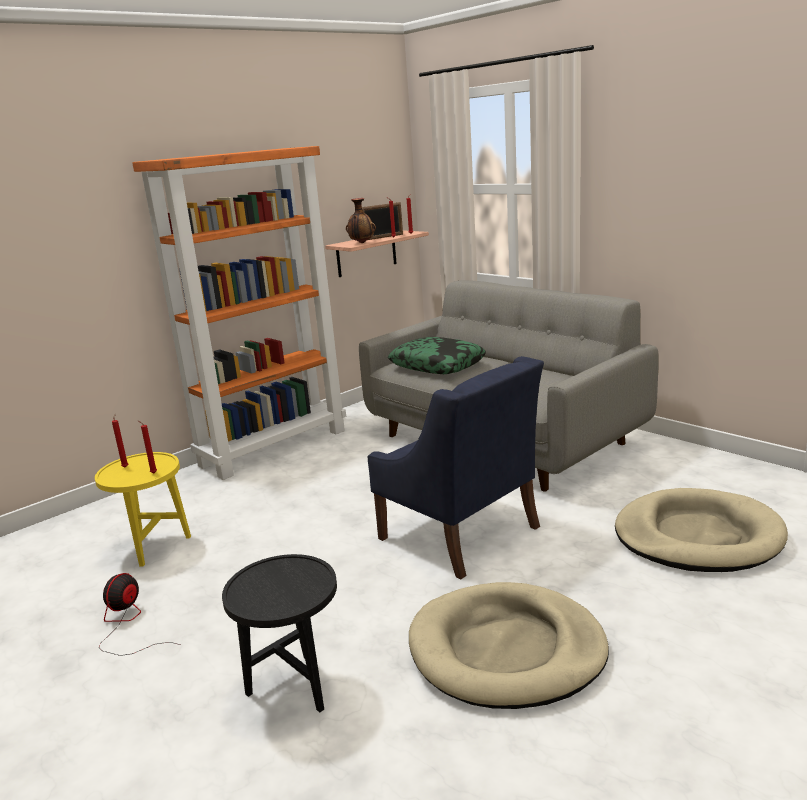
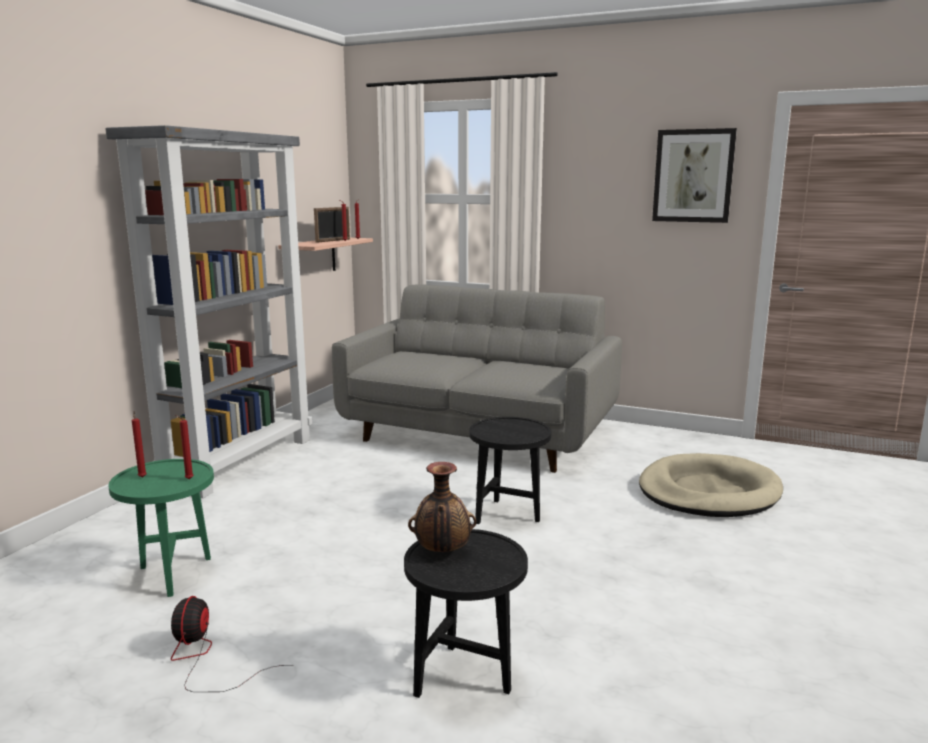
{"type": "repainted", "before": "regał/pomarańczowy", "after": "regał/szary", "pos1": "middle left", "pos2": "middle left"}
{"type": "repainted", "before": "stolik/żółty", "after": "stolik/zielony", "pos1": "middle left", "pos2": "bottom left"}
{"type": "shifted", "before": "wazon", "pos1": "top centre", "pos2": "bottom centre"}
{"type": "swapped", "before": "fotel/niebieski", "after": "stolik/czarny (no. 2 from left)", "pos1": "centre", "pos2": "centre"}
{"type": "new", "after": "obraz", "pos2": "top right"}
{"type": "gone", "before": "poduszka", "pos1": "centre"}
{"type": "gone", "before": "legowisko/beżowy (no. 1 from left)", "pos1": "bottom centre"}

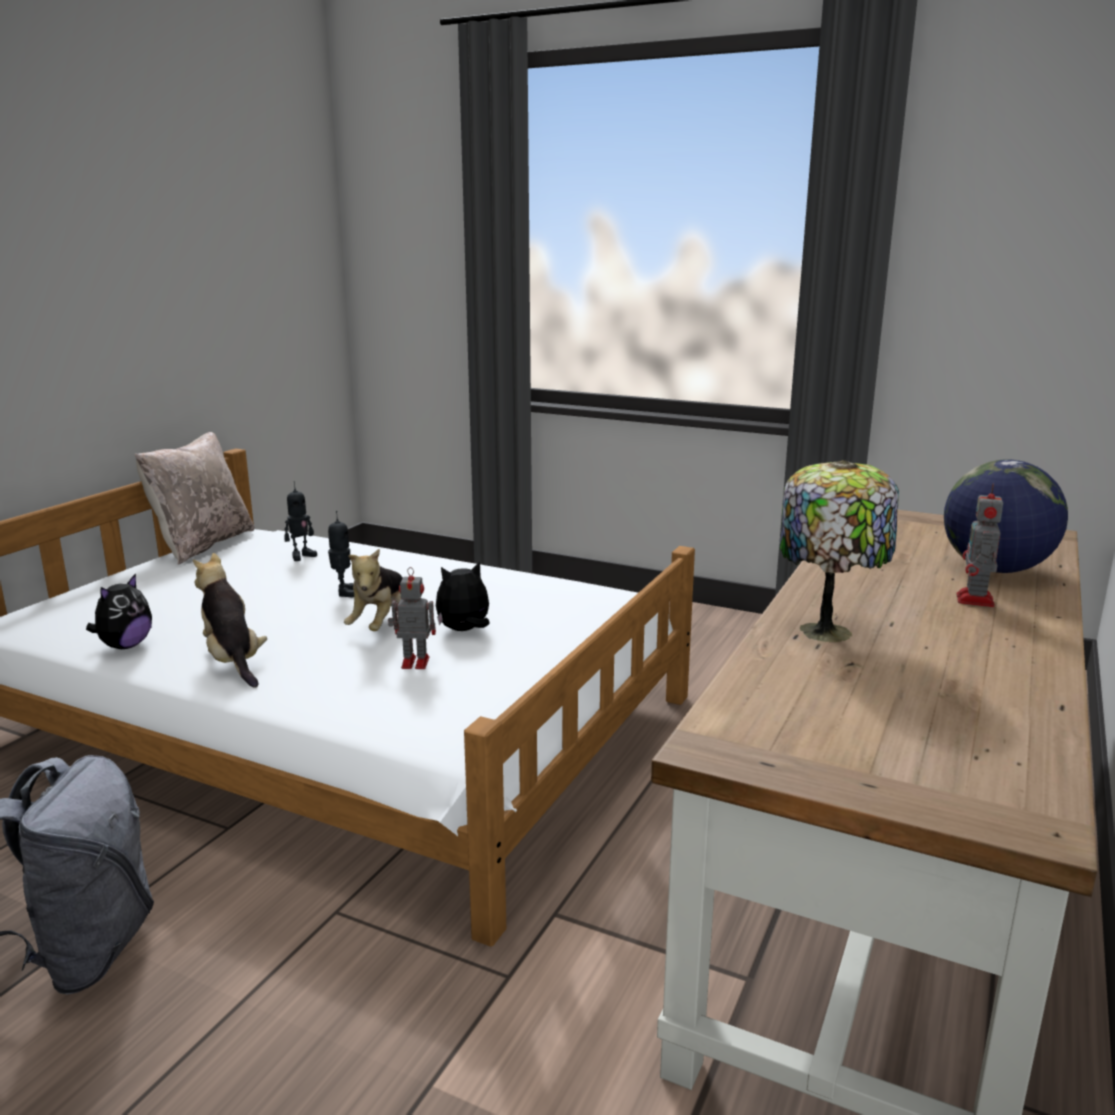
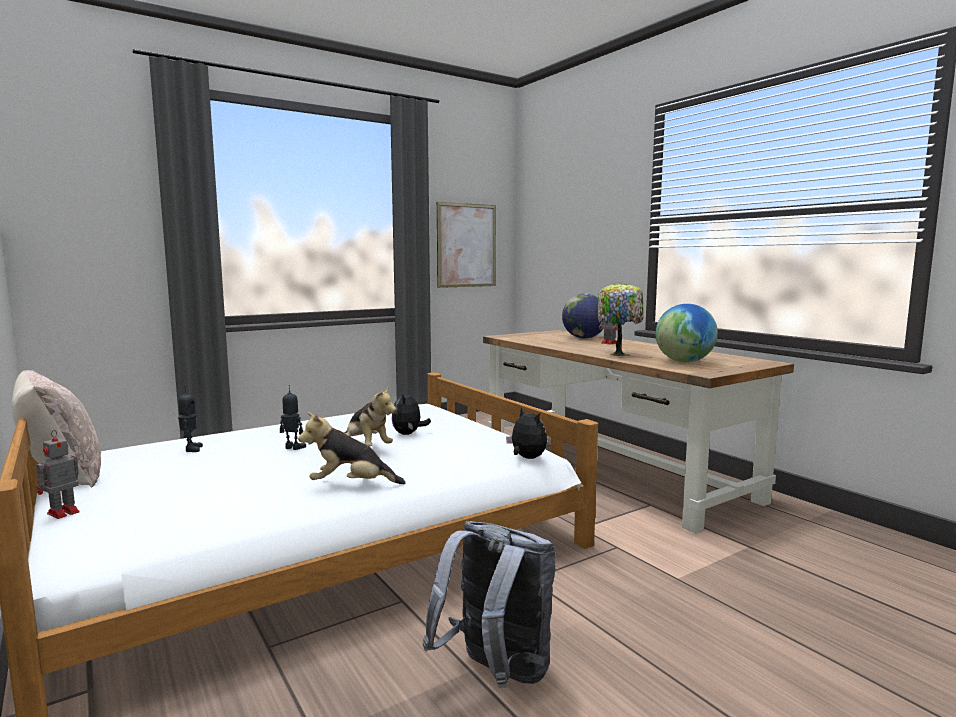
{"type": "shifted", "before": "robot zabawkowy (no. 3 from left in the first image)", "after": "robot zabawkowy (no. 1 from left)", "pos1": "centre", "pos2": "middle left"}
{"type": "new", "after": "obraz", "pos2": "centre"}
{"type": "shifted", "before": "pluszak (no. 1 from left in the first image)", "after": "pluszak (no. 4 from left)", "pos1": "middle left", "pos2": "centre"}
{"type": "new", "after": "globus (no. 2 from left)", "pos2": "middle right"}

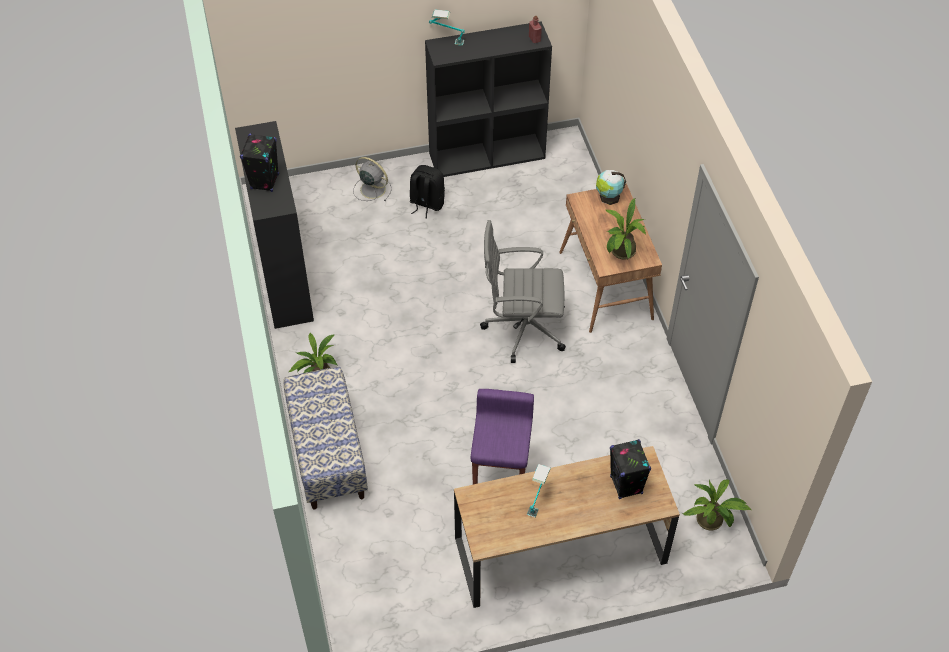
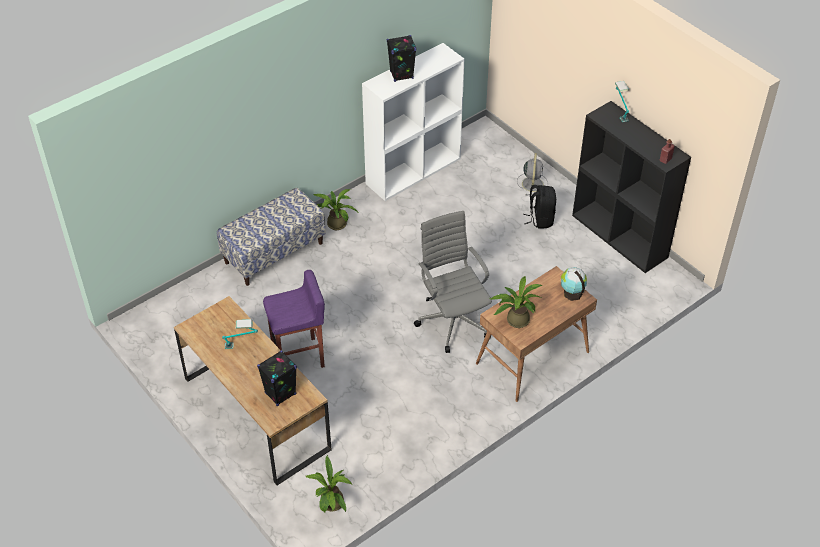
{"type": "repainted", "before": "regał/czarny (no. 1 from left)", "after": "regał/biały", "pos1": "middle left", "pos2": "top centre"}

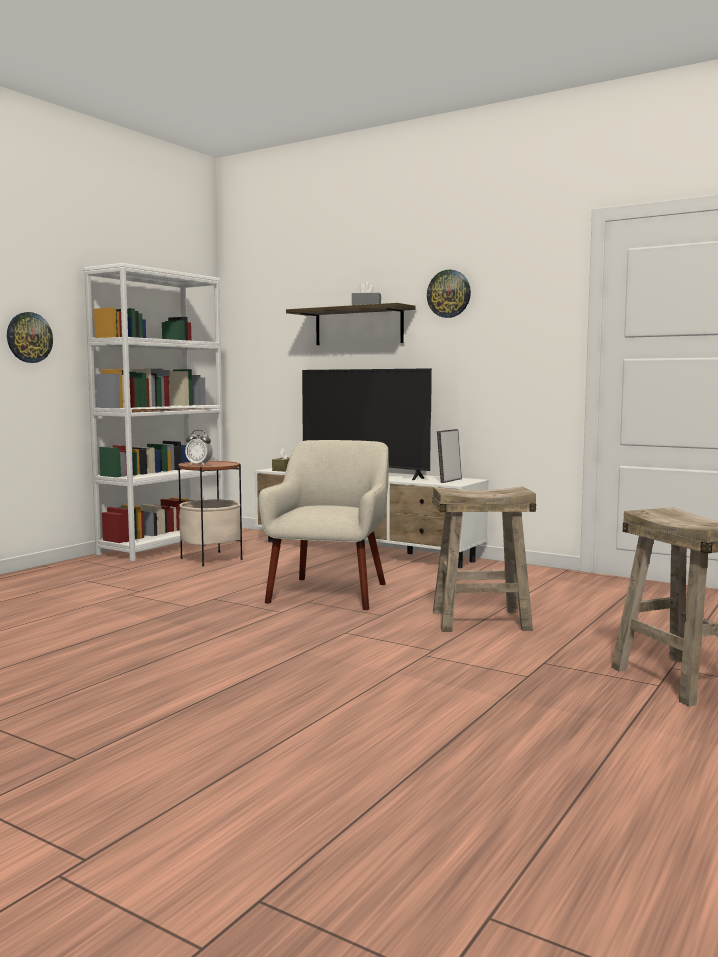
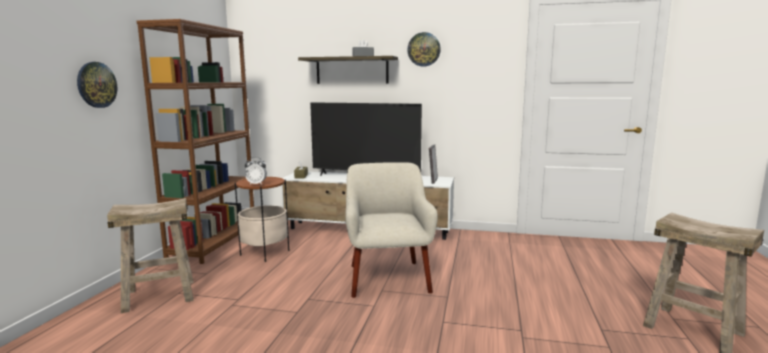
{"type": "shifted", "before": "stołek/beżowy (no. 1 from left)", "pos1": "middle right", "pos2": "bottom left"}
{"type": "repainted", "before": "regał/biały", "after": "regał/brązowy", "pos1": "middle left", "pos2": "middle left"}

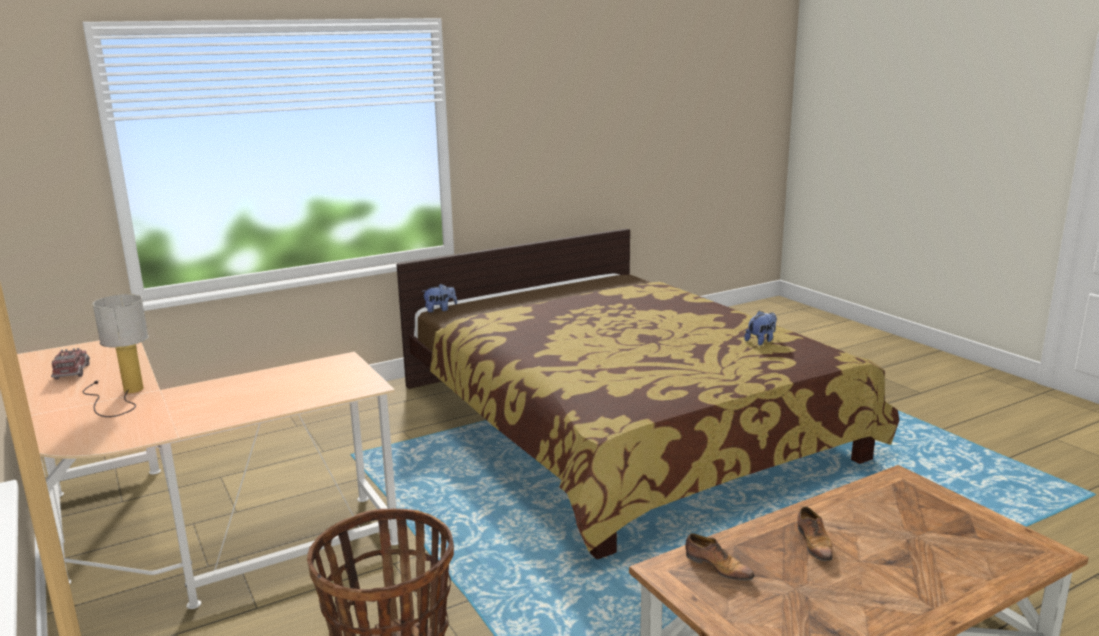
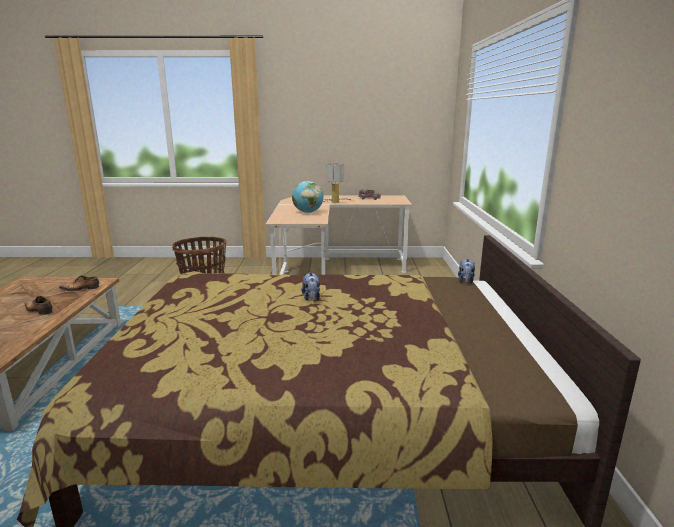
{"type": "new", "after": "globus", "pos2": "centre"}
{"type": "shifted", "before": "pluszak (no. 2 from left in the first image)", "after": "pluszak (no. 1 from left)", "pos1": "middle right", "pos2": "centre"}

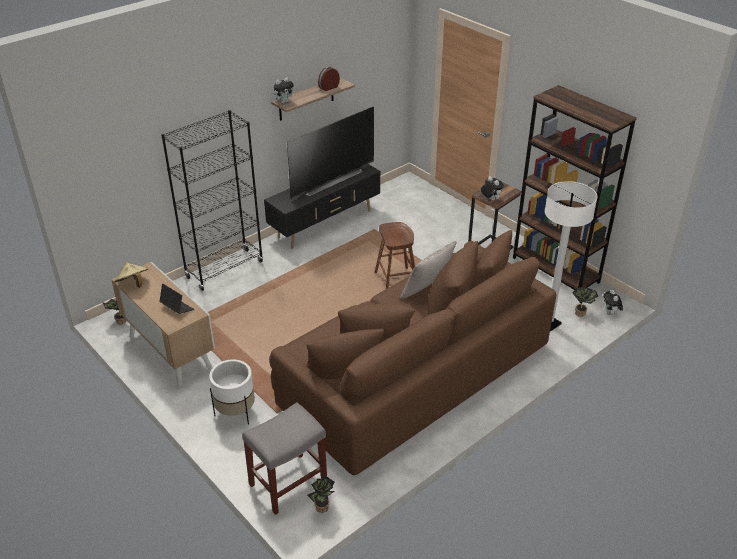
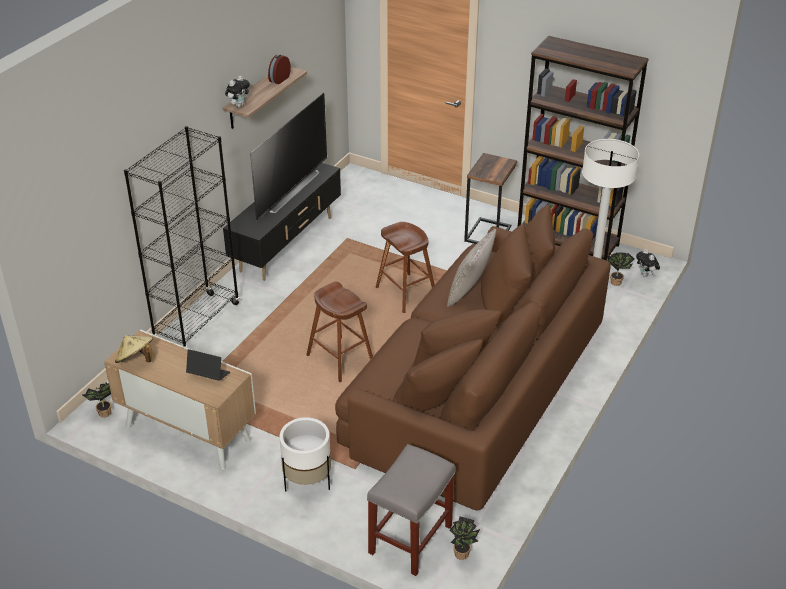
{"type": "new", "after": "stołek/brązowy (no. 1 from left)", "pos2": "centre"}
{"type": "gone", "before": "pluszak (no. 2 from left)", "pos1": "middle right"}

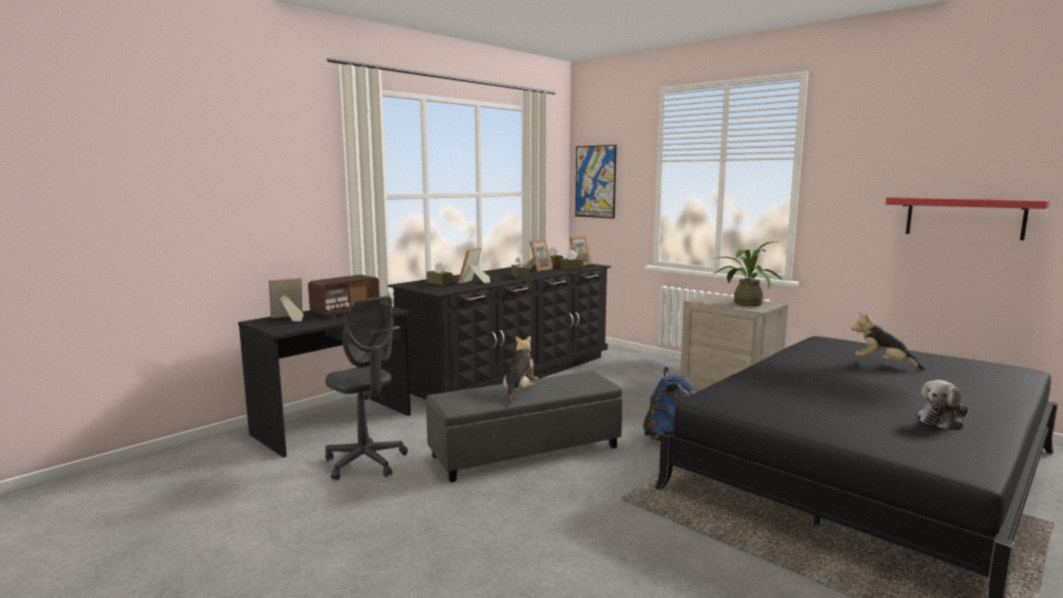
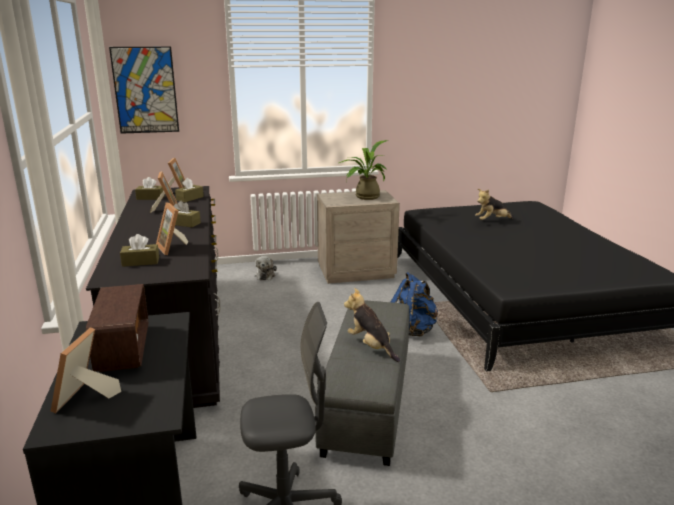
{"type": "shifted", "before": "pluszak (no. 3 from left in the first image)", "after": "pluszak (no. 1 from left)", "pos1": "bottom right", "pos2": "centre"}
{"type": "gone", "before": "półka/czerwony", "pos1": "middle right"}

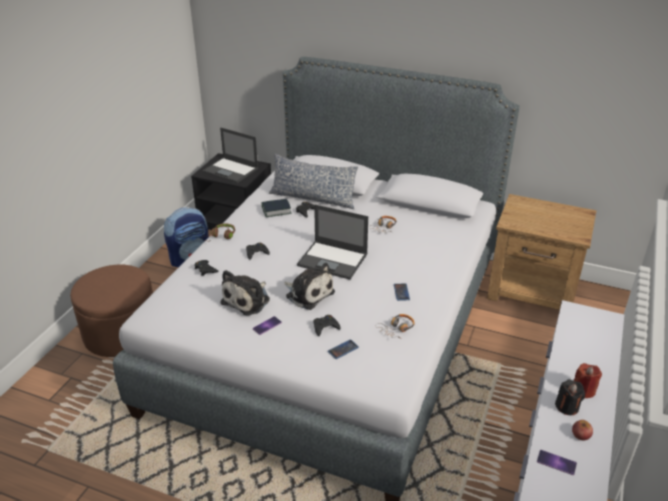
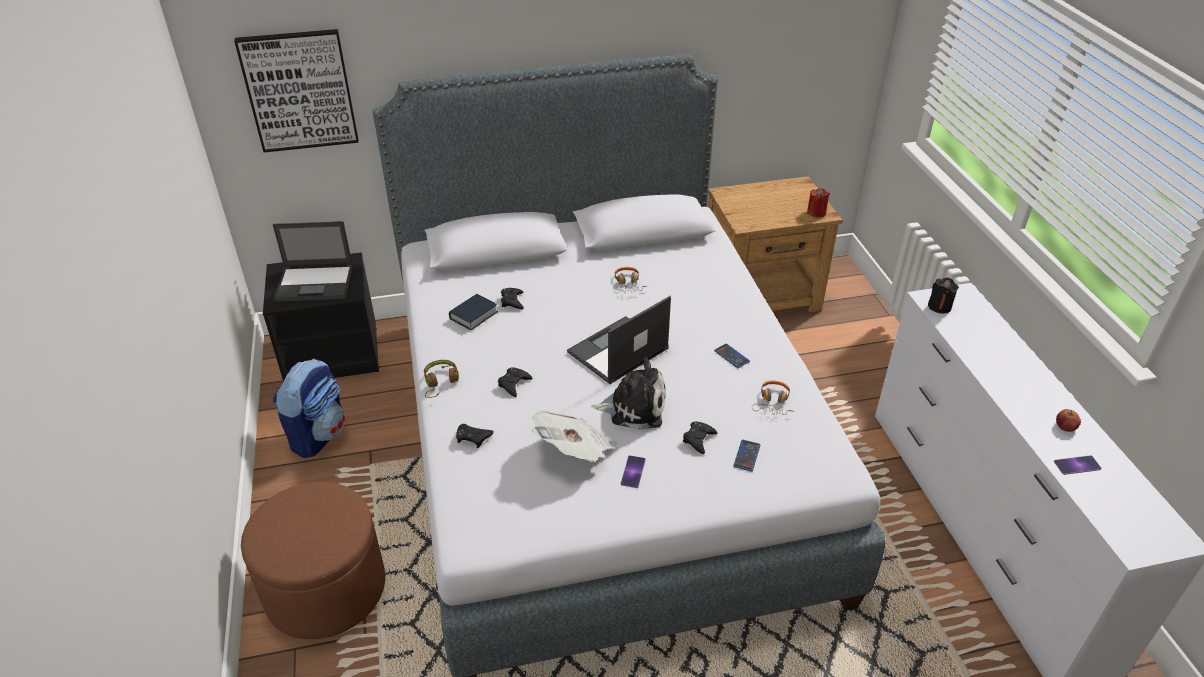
{"type": "new", "after": "obraz", "pos2": "top left"}
{"type": "swapped", "before": "pluszak (no. 1 from left)", "after": "gazeta", "pos1": "centre", "pos2": "centre"}
{"type": "rotated", "before": "laptop (no. 2 from left)", "pos1": "centre", "pos2": "centre", "turn": 150}
{"type": "shifted", "before": "świeca/czerwony", "pos1": "bottom right", "pos2": "top right"}
{"type": "shifted", "before": "świeca/czarny", "pos1": "bottom right", "pos2": "middle right"}
{"type": "gone", "before": "poduszka", "pos1": "centre"}

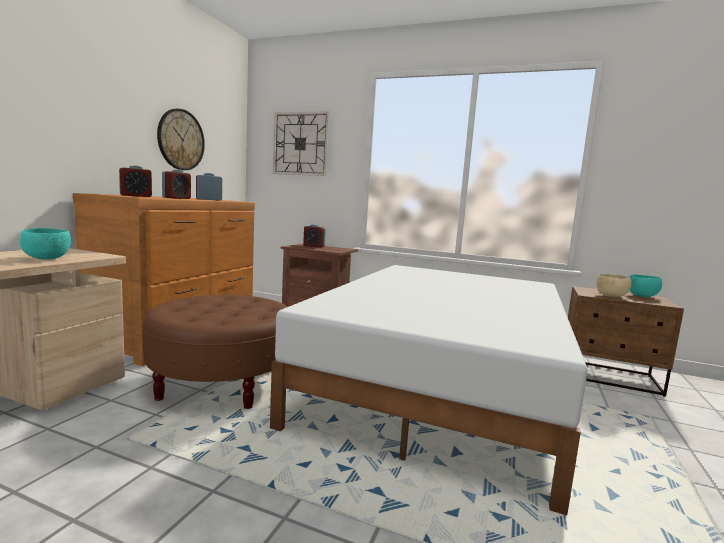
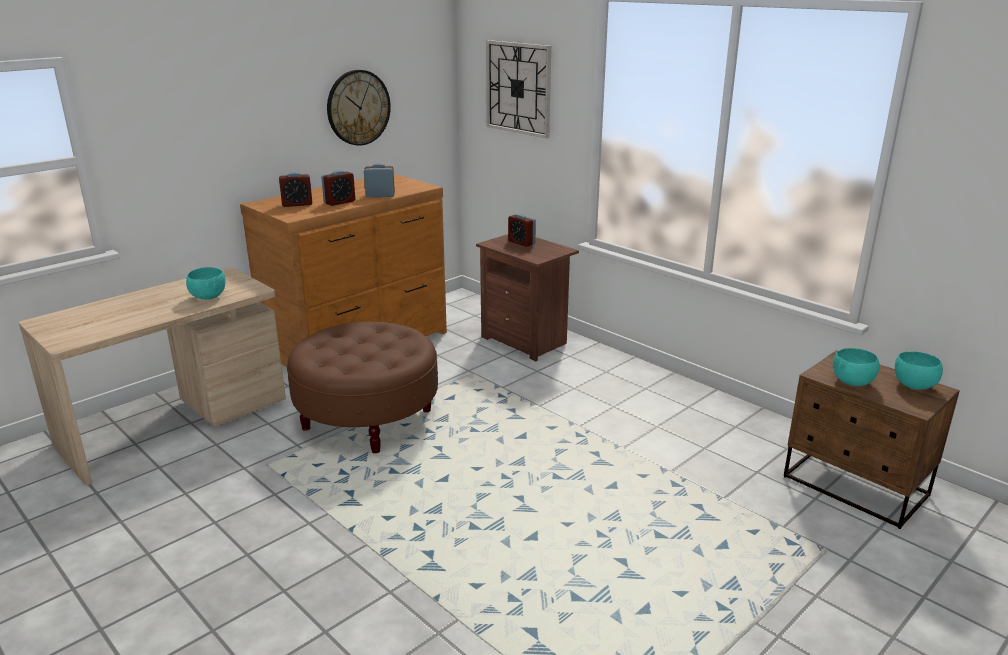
{"type": "repainted", "before": "miska/beżowy", "after": "miska/turkusowy (no. 2 from left)", "pos1": "middle right", "pos2": "middle right"}
{"type": "gone", "before": "łóżko/biały", "pos1": "bottom centre"}

